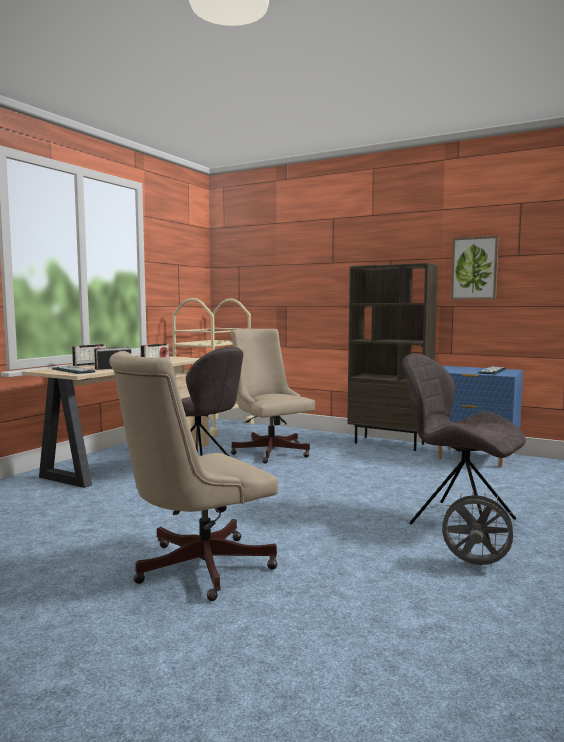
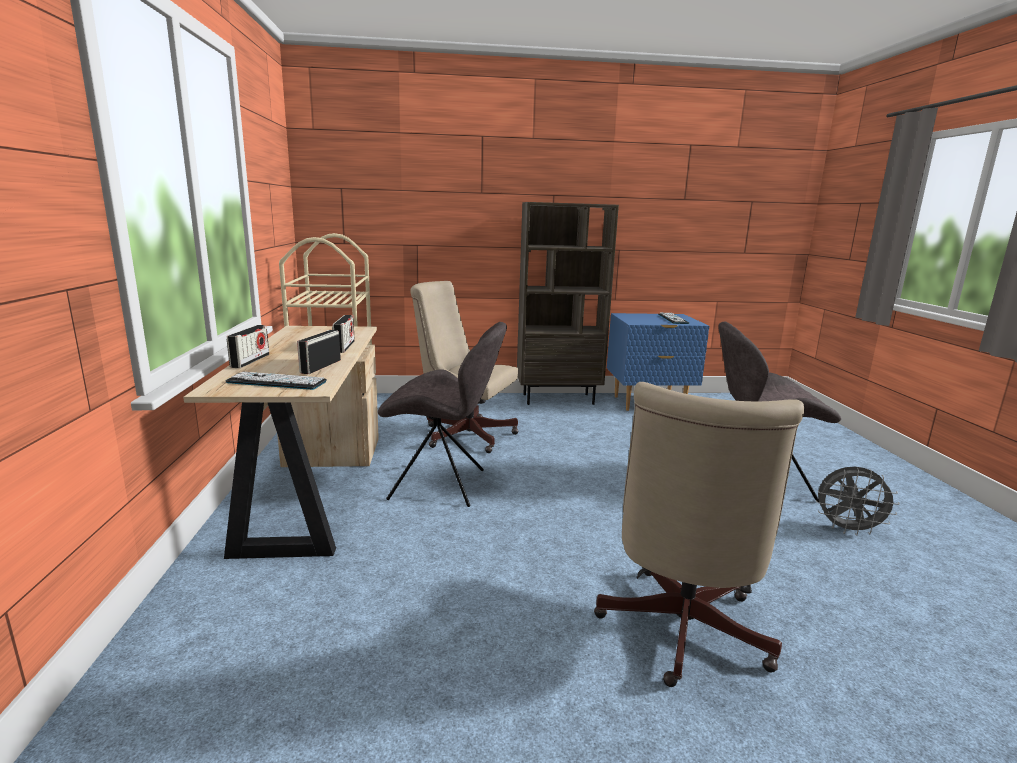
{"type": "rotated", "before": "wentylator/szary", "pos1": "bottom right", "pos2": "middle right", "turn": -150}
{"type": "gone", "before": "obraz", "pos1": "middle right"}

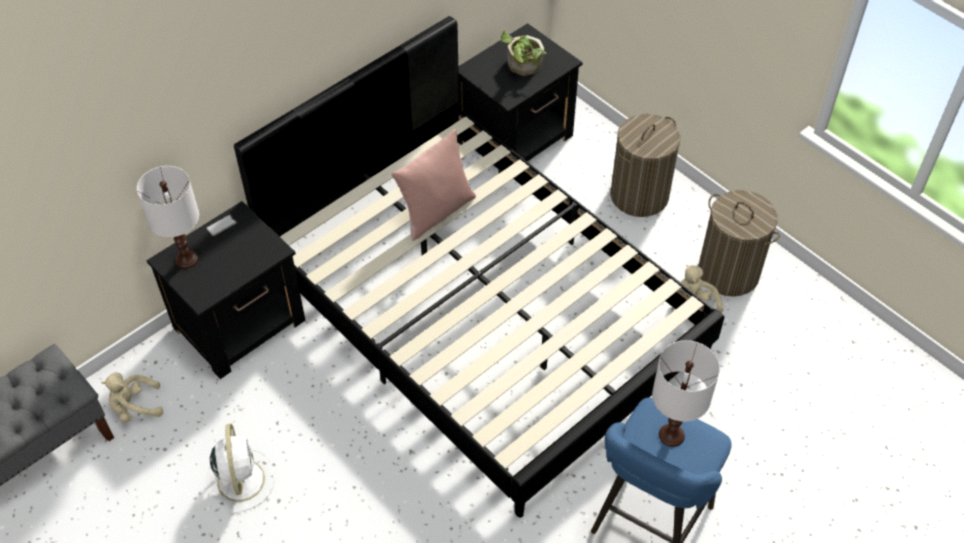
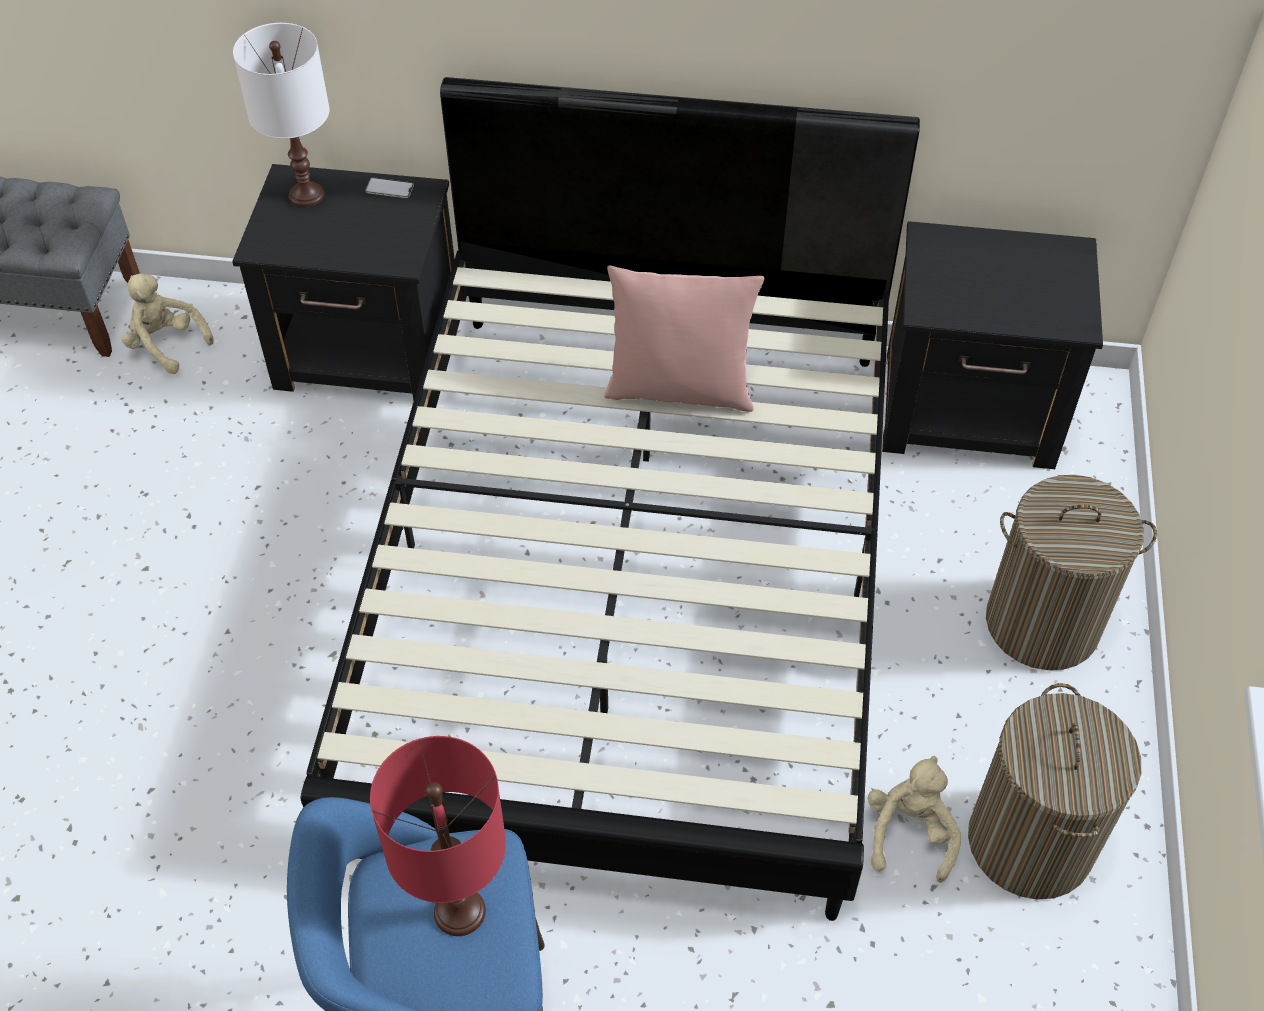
{"type": "repainted", "before": "lampa stołowa/biały (no. 2 from left)", "after": "lampa stołowa/czerwony", "pos1": "bottom right", "pos2": "bottom centre"}
{"type": "gone", "before": "wentylator/biały", "pos1": "bottom left"}
{"type": "gone", "before": "roślina doniczkowa", "pos1": "top centre"}

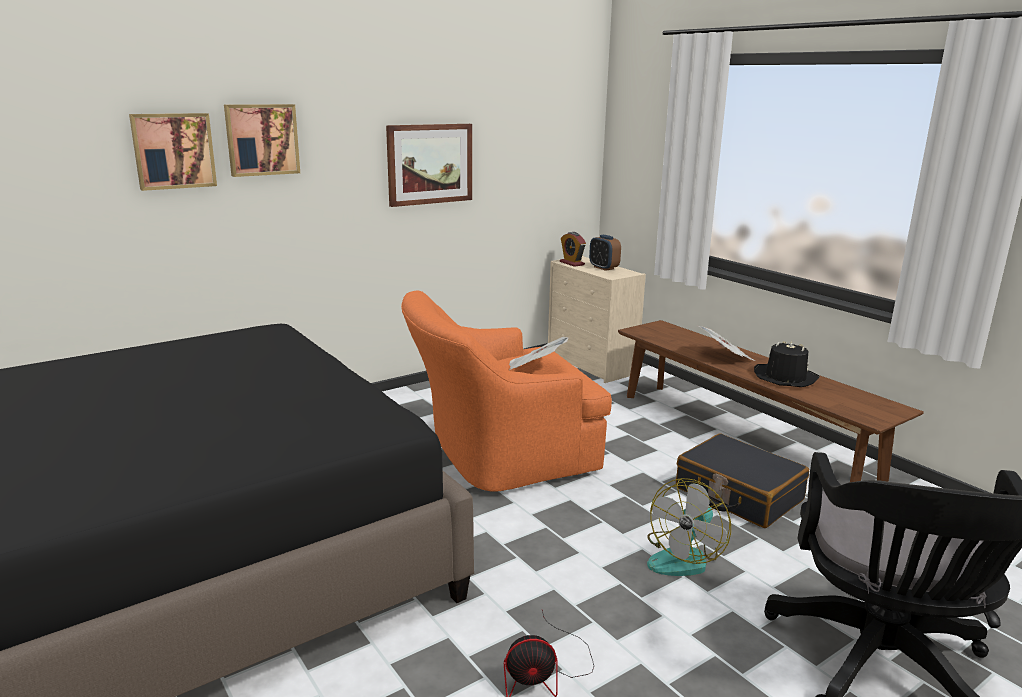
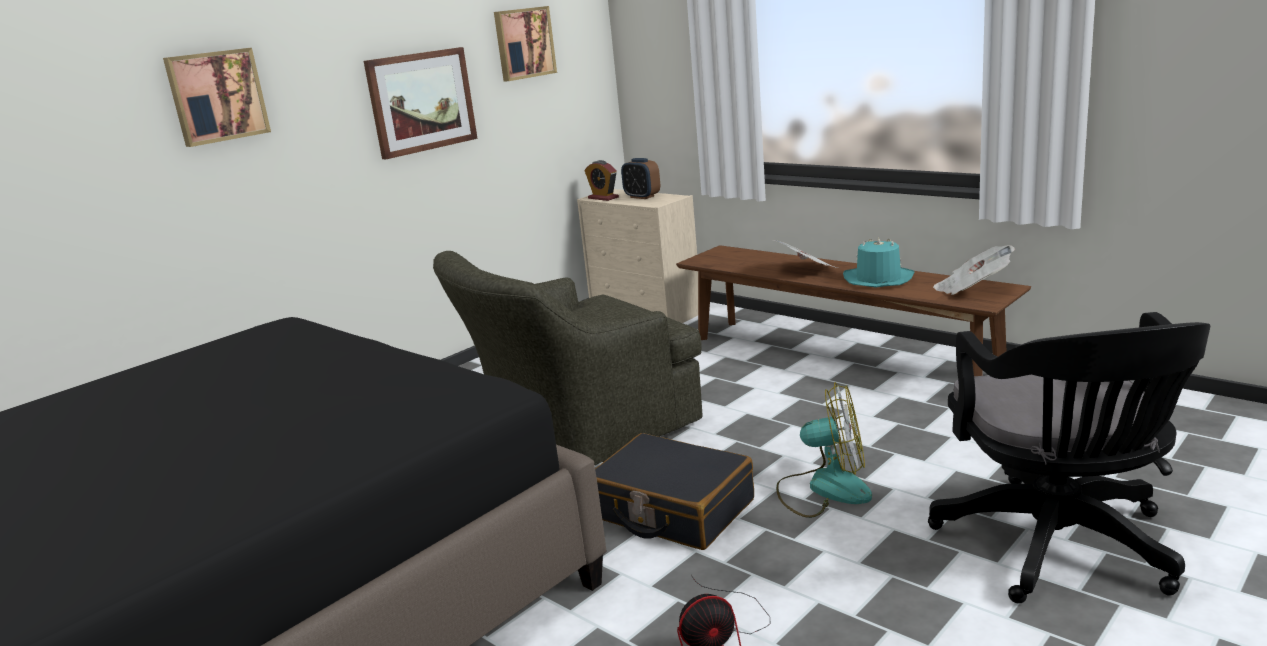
{"type": "repainted", "before": "fotel/pomarańczowy", "after": "fotel/zielony", "pos1": "centre", "pos2": "centre"}
{"type": "shifted", "before": "obraz (no. 1 from left in the first image)", "after": "obraz (no. 3 from left)", "pos1": "top left", "pos2": "top centre"}
{"type": "shifted", "before": "walizka/czarny", "pos1": "bottom right", "pos2": "bottom centre"}
{"type": "rotated", "before": "wentylator (no. 2 from left)", "pos1": "bottom right", "pos2": "bottom centre", "turn": -105}
{"type": "repainted", "before": "kapelusz/czarny", "after": "kapelusz/turkusowy", "pos1": "middle right", "pos2": "middle right"}
{"type": "shifted", "before": "gazeta (no. 1 from left in the first image)", "after": "gazeta (no. 2 from left)", "pos1": "centre", "pos2": "middle right"}

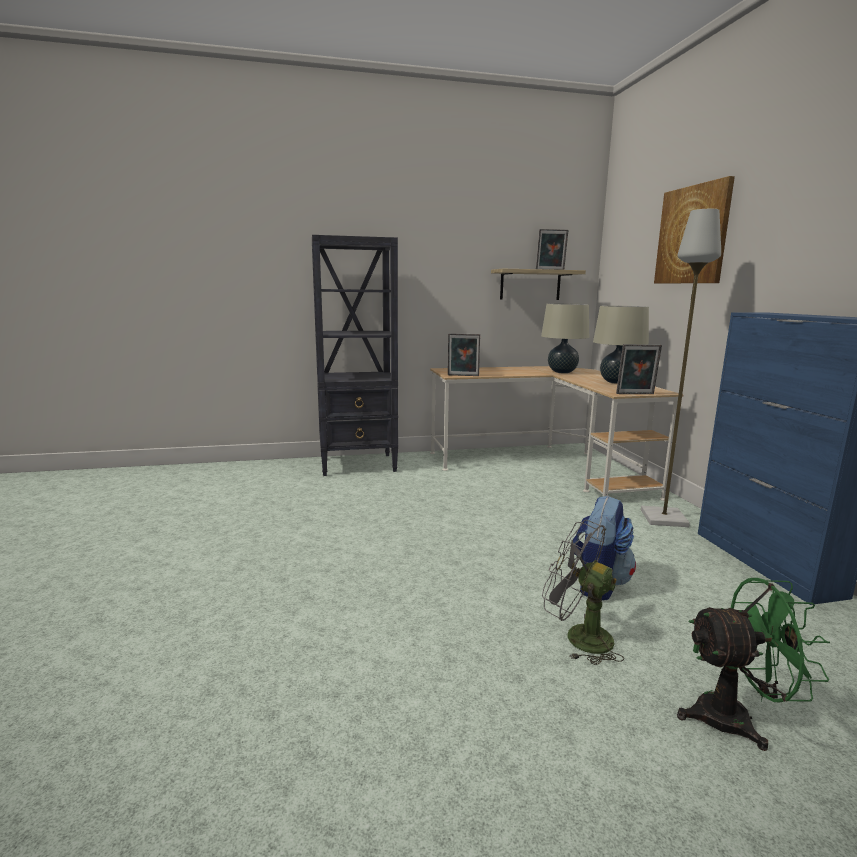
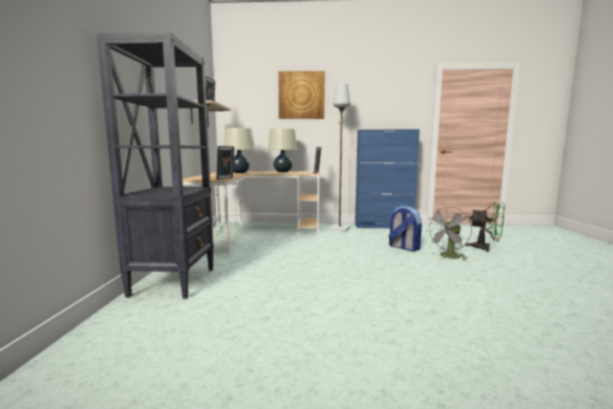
{"type": "rotated", "before": "wentylator/zielony", "pos1": "bottom right", "pos2": "middle right", "turn": 105}

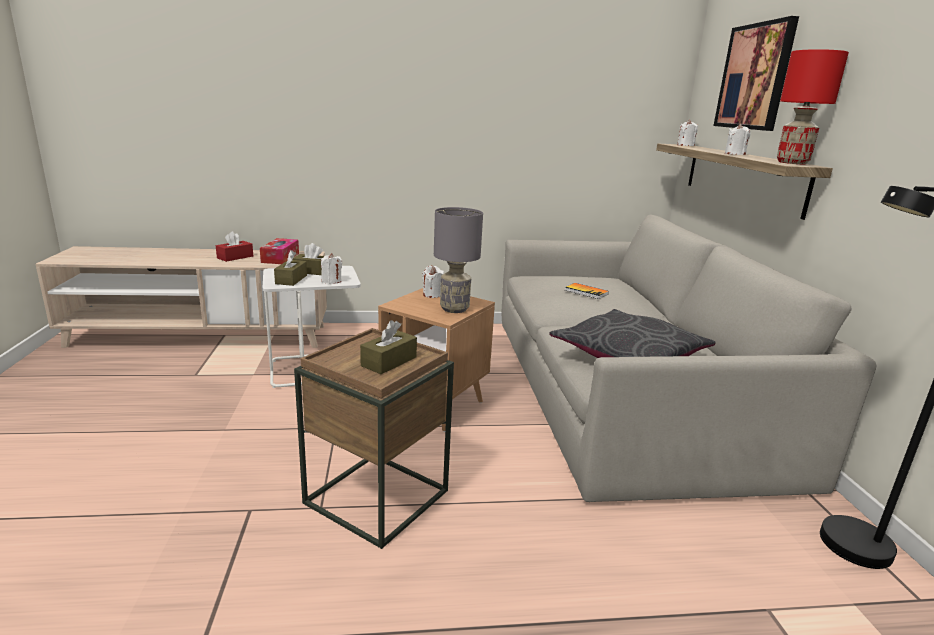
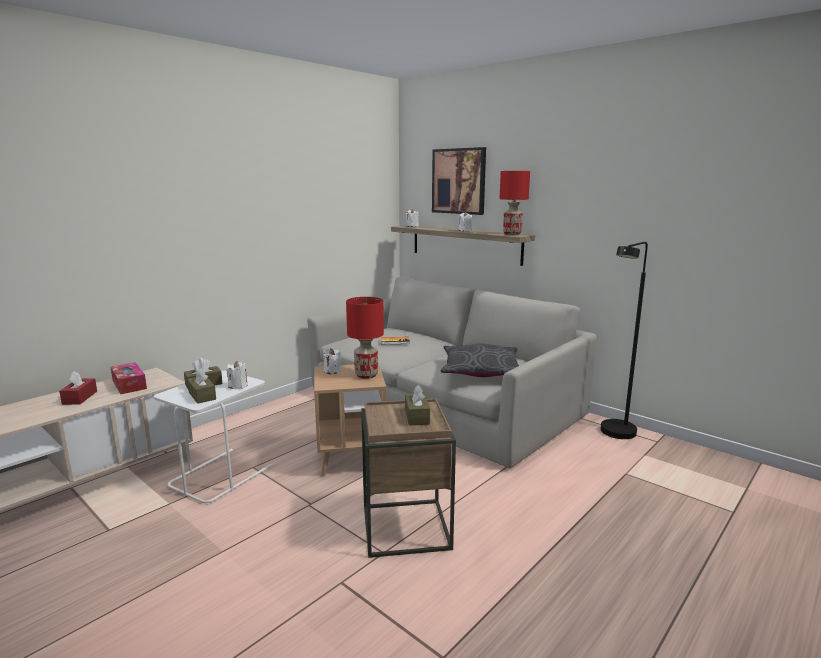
{"type": "repainted", "before": "lampa stołowa/szary", "after": "lampa stołowa/czerwony (no. 1 from left)", "pos1": "centre", "pos2": "centre"}

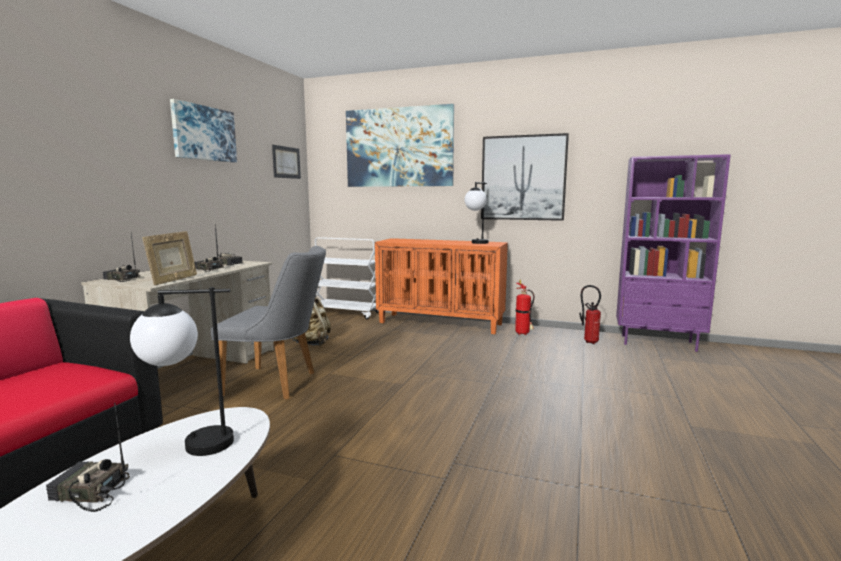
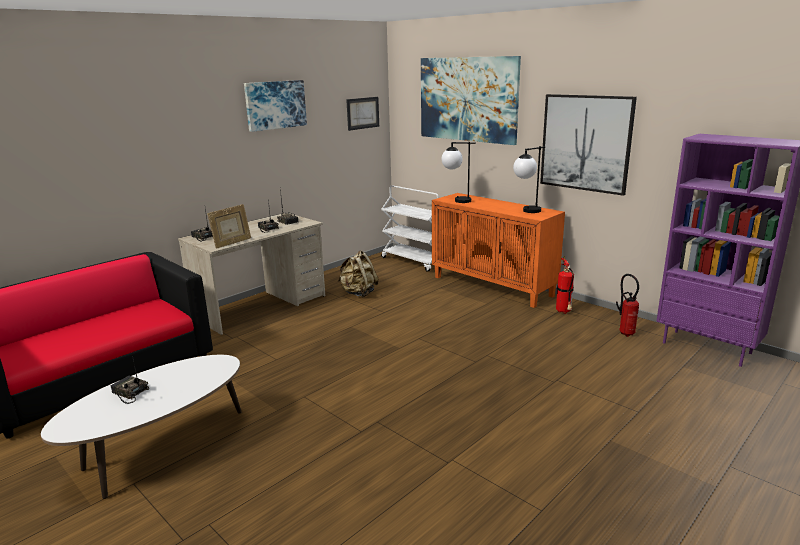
{"type": "shifted", "before": "lampa stołowa (no. 1 from left)", "pos1": "middle left", "pos2": "top centre"}
{"type": "gone", "before": "krzesło/szary", "pos1": "middle left"}

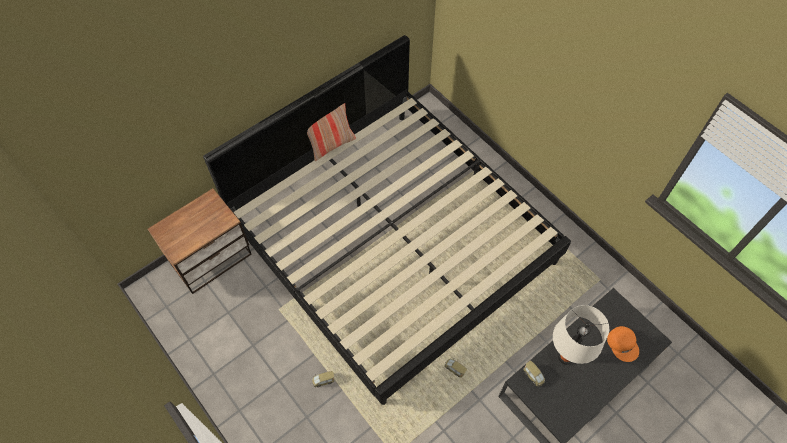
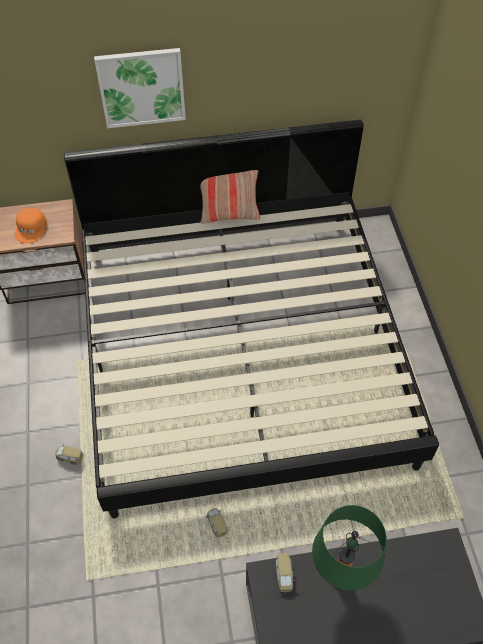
{"type": "shifted", "before": "czapka z daszkiem/pomarańczowy", "pos1": "bottom right", "pos2": "middle left"}
{"type": "new", "after": "obraz", "pos2": "top left"}
{"type": "repainted", "before": "lampa stołowa/biały", "after": "lampa stołowa/zielony", "pos1": "bottom right", "pos2": "bottom right"}

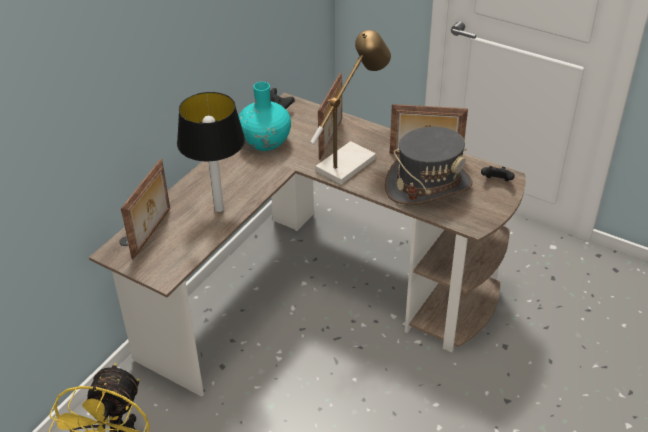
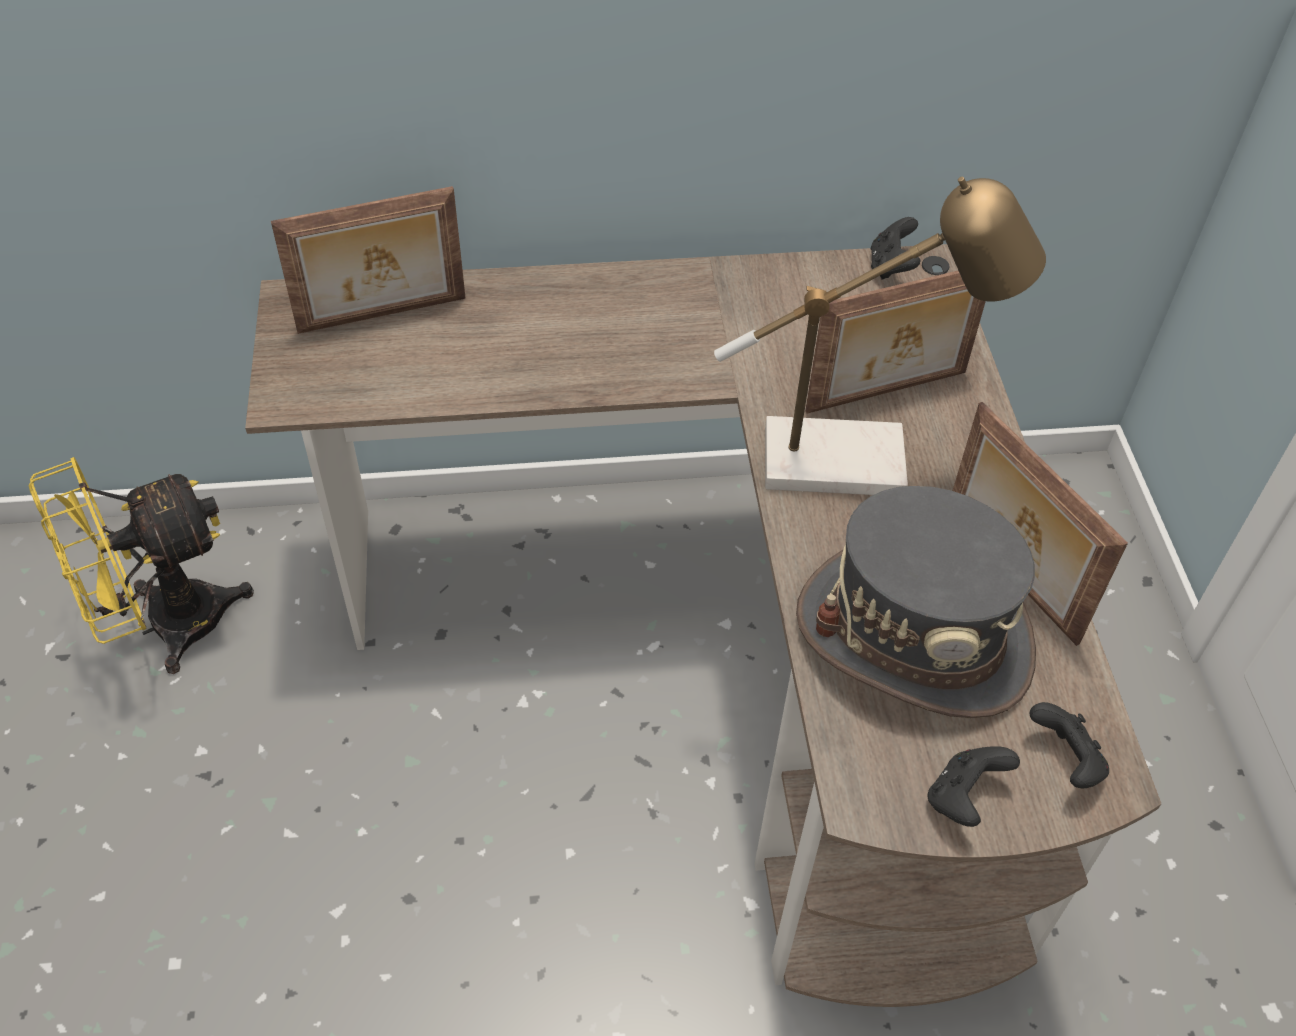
{"type": "new", "after": "pad do gier/czarny (no. 2 from left)", "pos2": "bottom right"}
{"type": "gone", "before": "lampa stołowa (no. 1 from left)", "pos1": "middle left"}
{"type": "gone", "before": "wazon/turkusowy", "pos1": "top centre"}

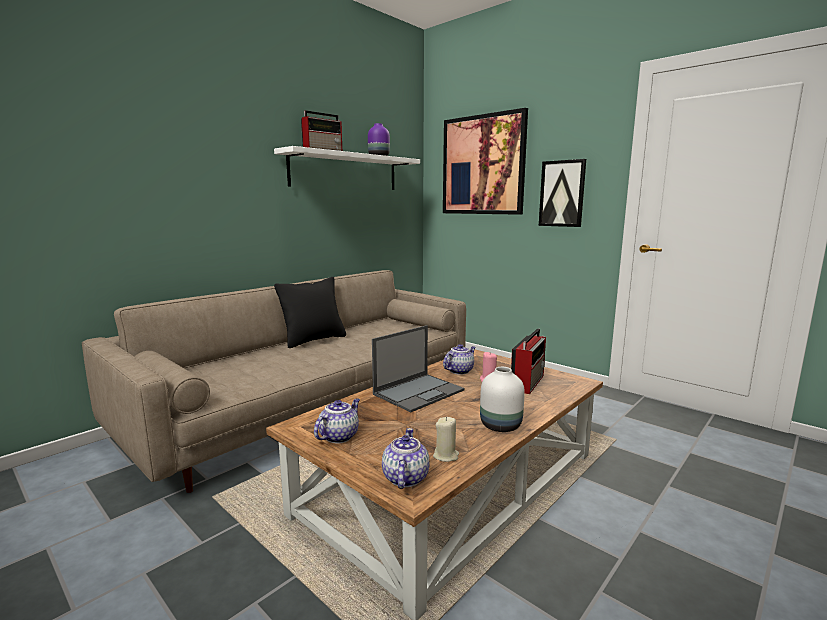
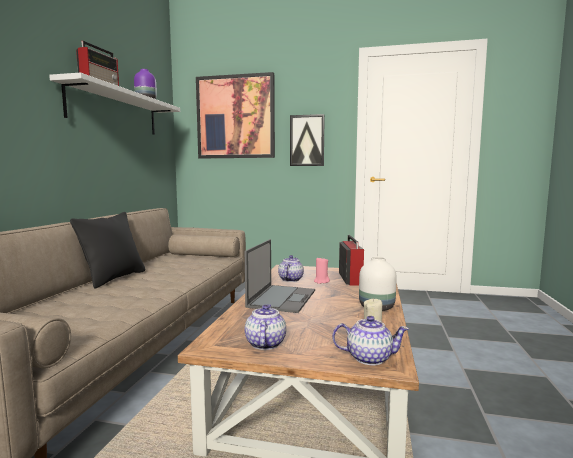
{"type": "rotated", "before": "imbryk (no. 2 from left in the first image)", "pos1": "bottom centre", "pos2": "bottom centre", "turn": 120}

